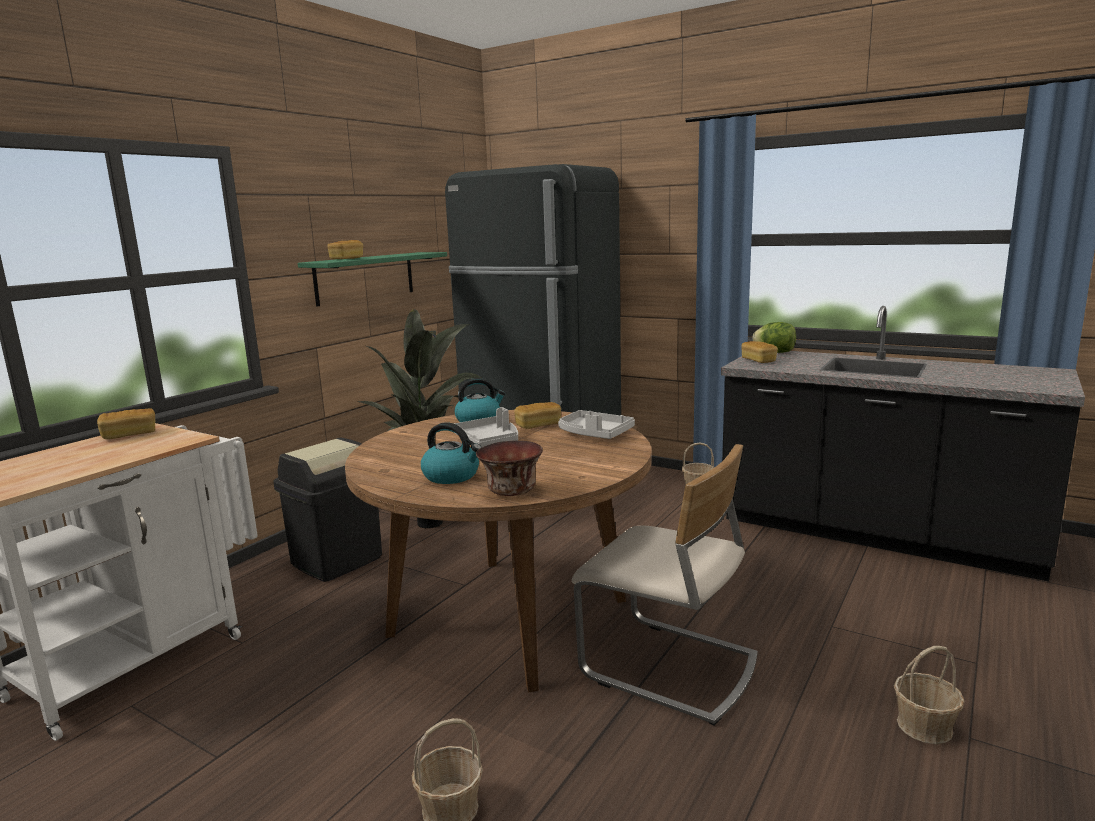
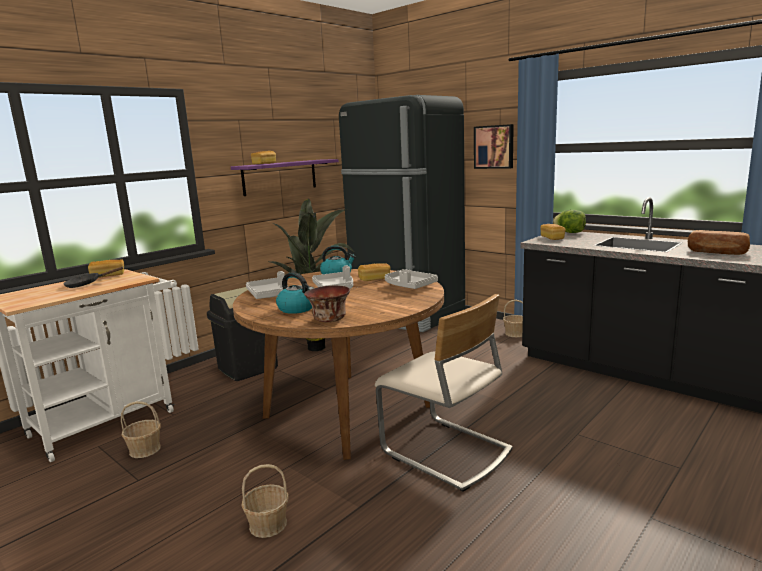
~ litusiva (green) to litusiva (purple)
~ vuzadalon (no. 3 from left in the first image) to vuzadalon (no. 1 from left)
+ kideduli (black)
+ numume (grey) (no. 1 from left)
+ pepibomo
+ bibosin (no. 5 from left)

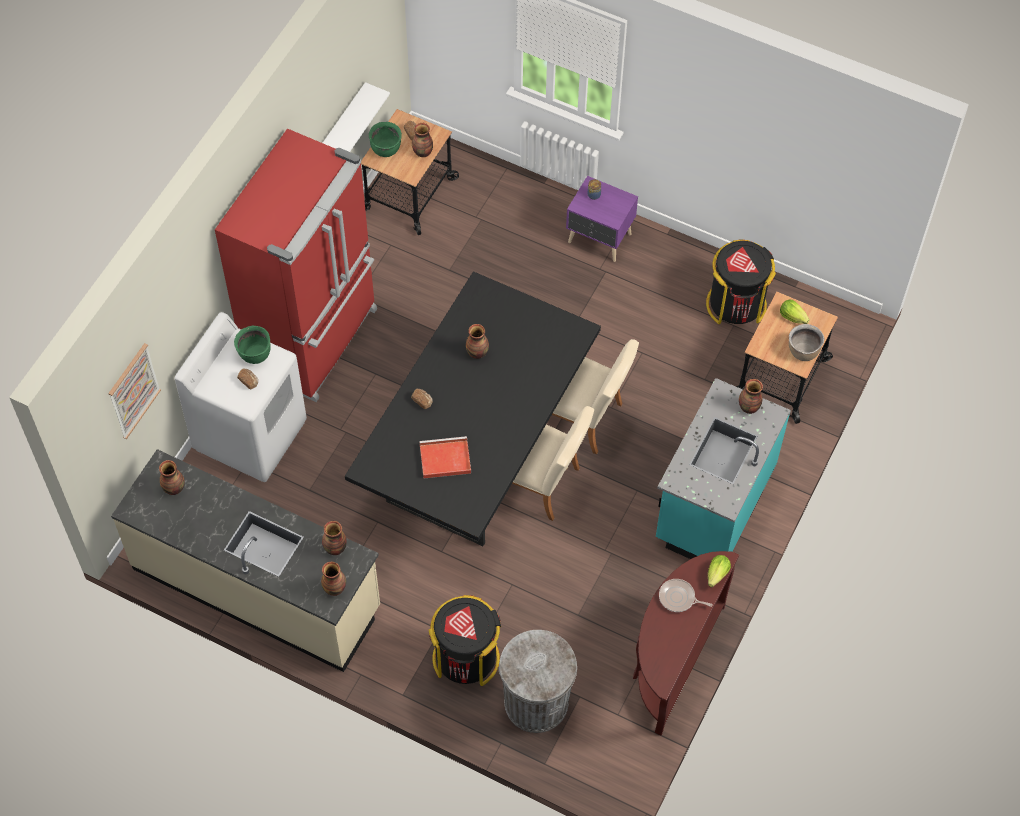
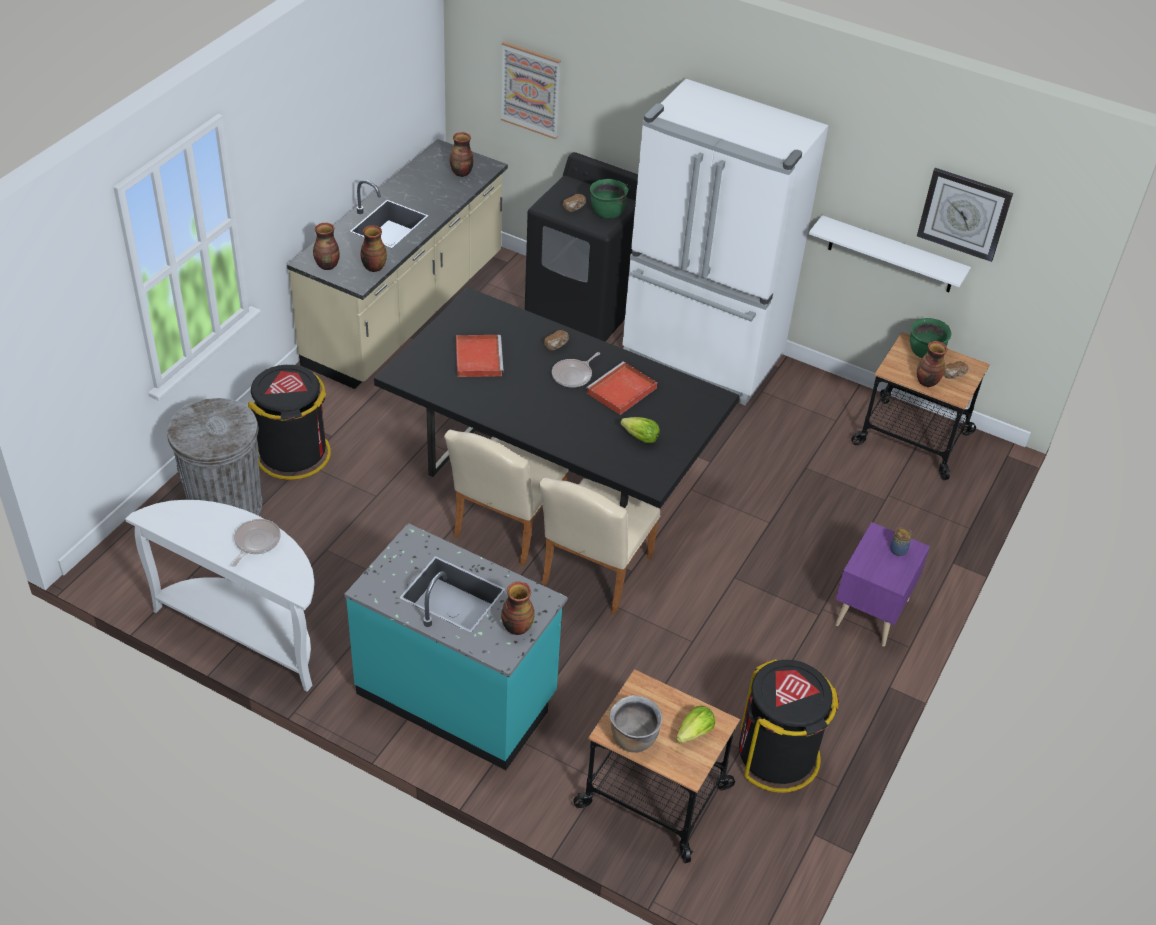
~ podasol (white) to podasol (black)
~ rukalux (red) to rukalux (white)
~ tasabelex (no. 5 from left) to numume (red) (no. 2 from left)
~ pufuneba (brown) to pufuneba (white)
~ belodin (no. 1 from left)
+ kideduli (no. 2 from left)
+ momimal

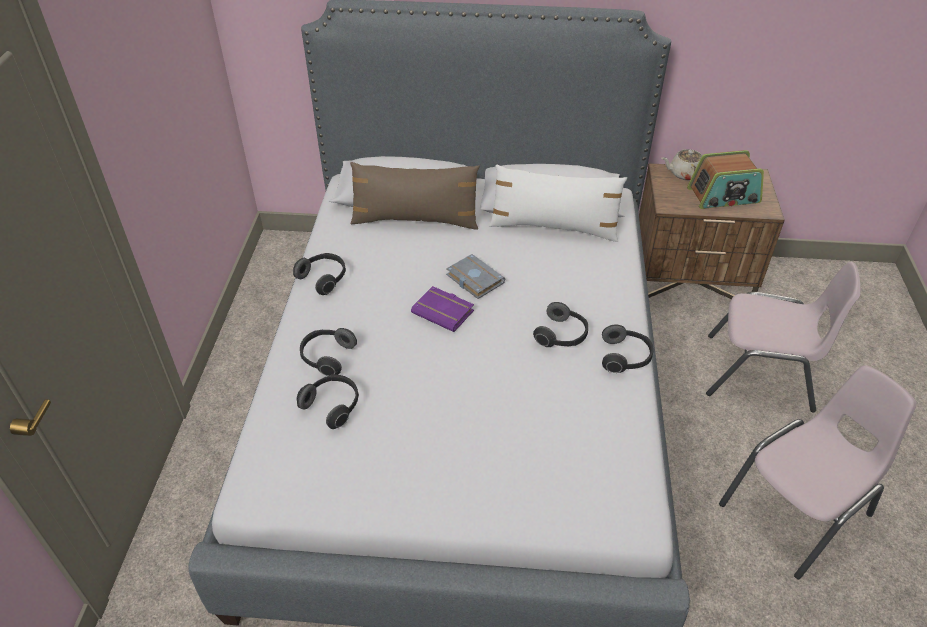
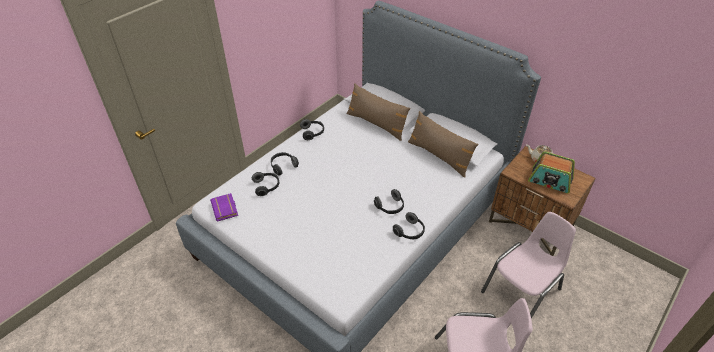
~ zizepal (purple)
- zizepal (grey)
~ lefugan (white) to lefugan (brown) (no. 2 from left)
~ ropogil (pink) (no. 1 from left in the first image) 90 degrees counterclockwise

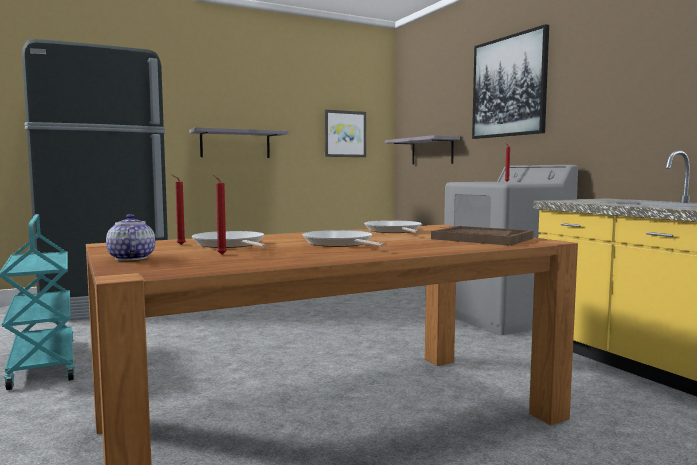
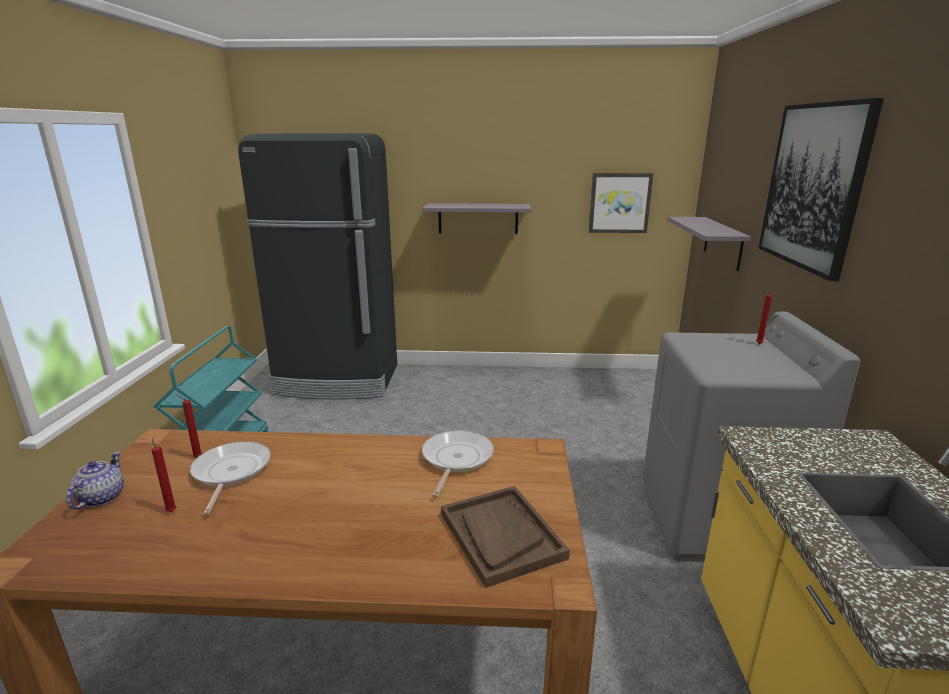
- kideduli (no. 2 from left)

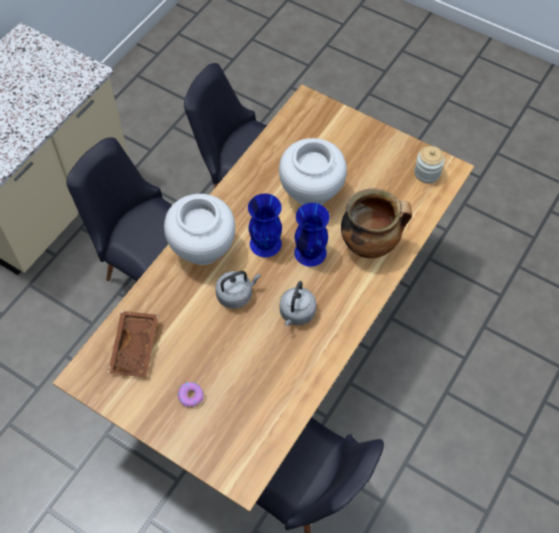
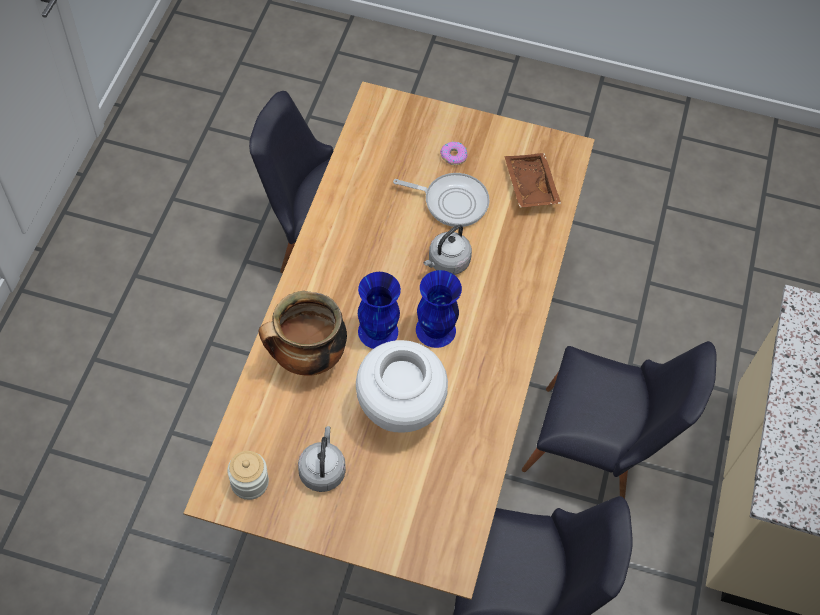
- tasabelex (white) (no. 1 from left)
~ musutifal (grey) (no. 2 from left in the first image) to musutifal (grey) (no. 1 from left)
+ kideduli

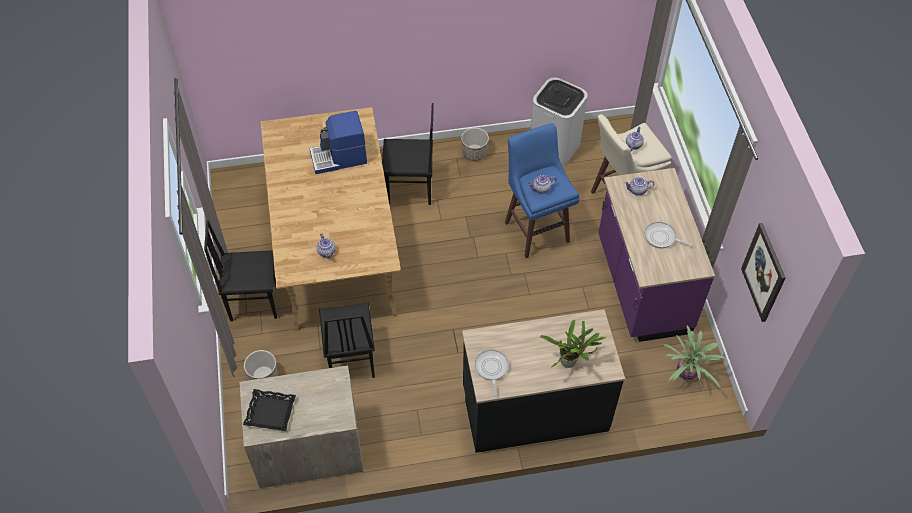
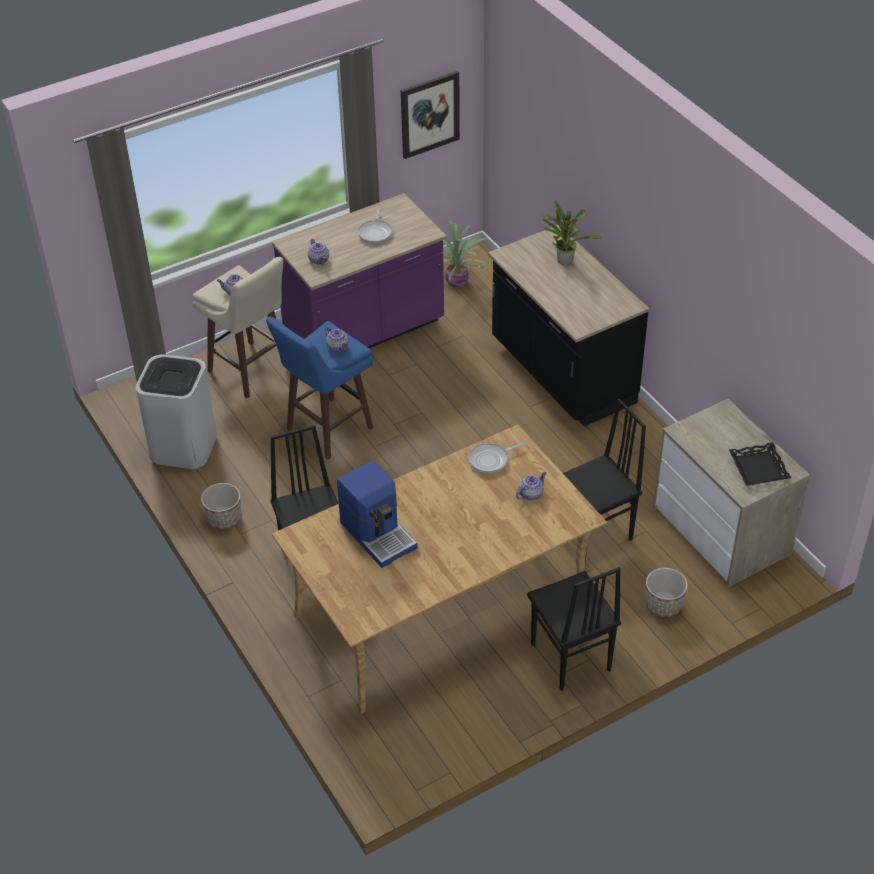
~ kideduli (no. 1 from left in the first image) to kideduli (no. 2 from left)

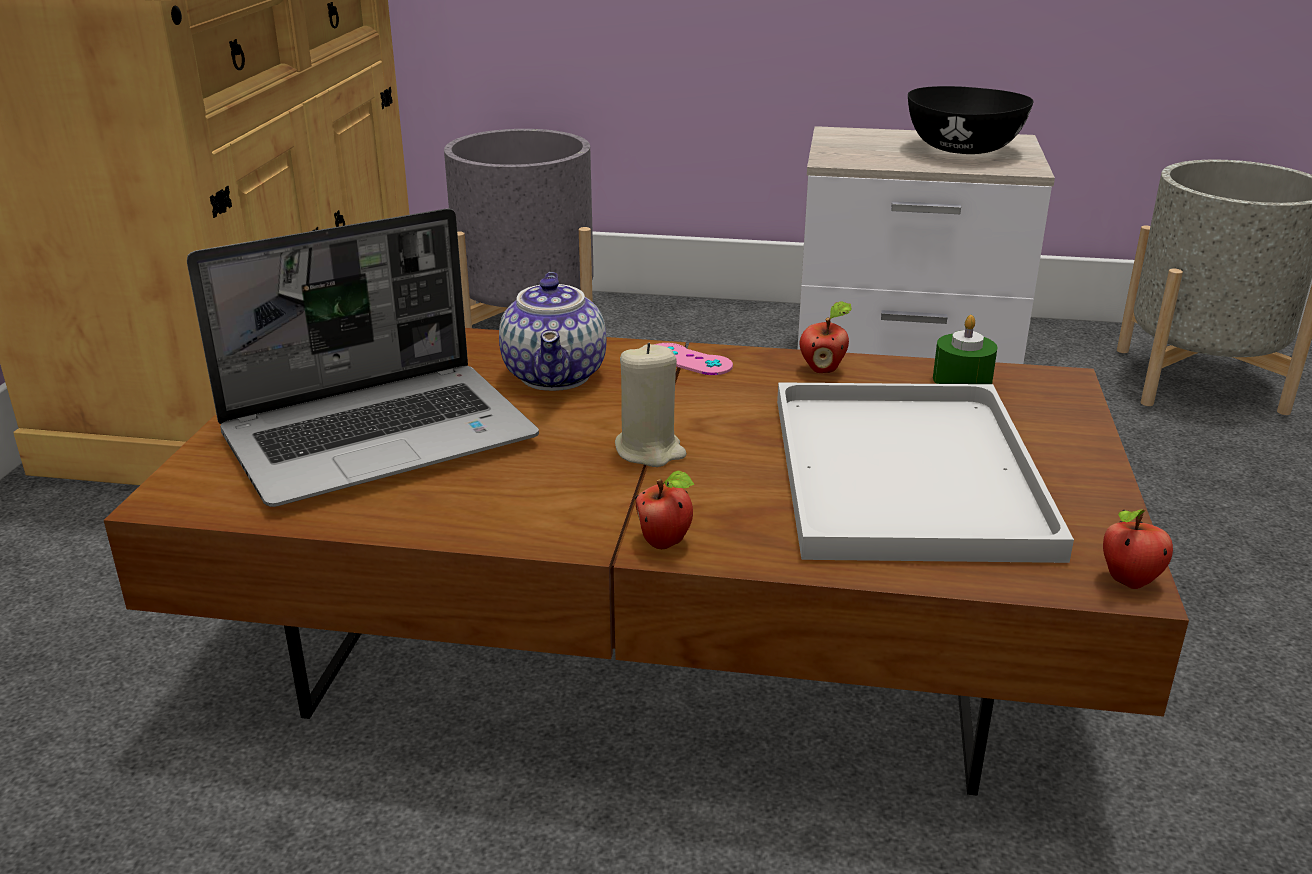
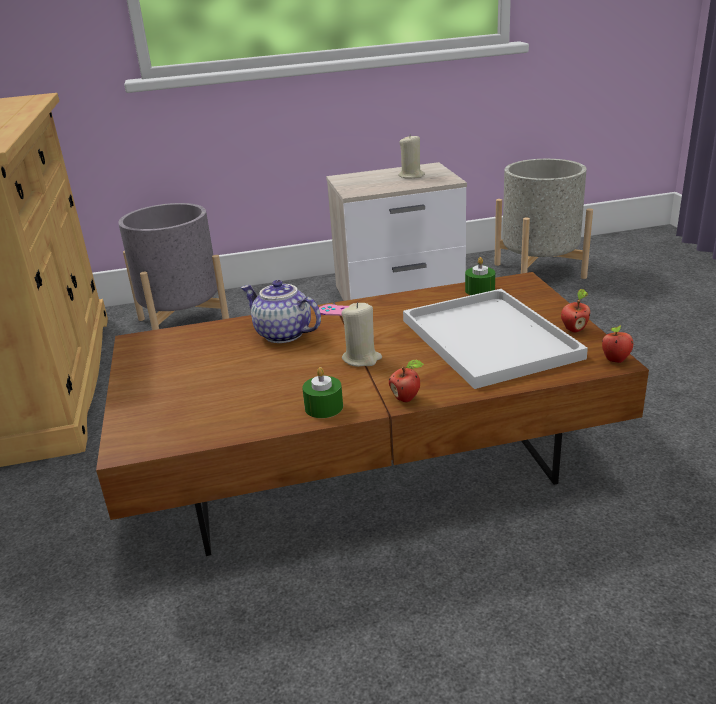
- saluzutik
~ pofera 150 degrees clockwise
~ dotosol (no. 2 from left)
~ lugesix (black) to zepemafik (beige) (no. 2 from left)
+ zepemafik (green) (no. 1 from left)

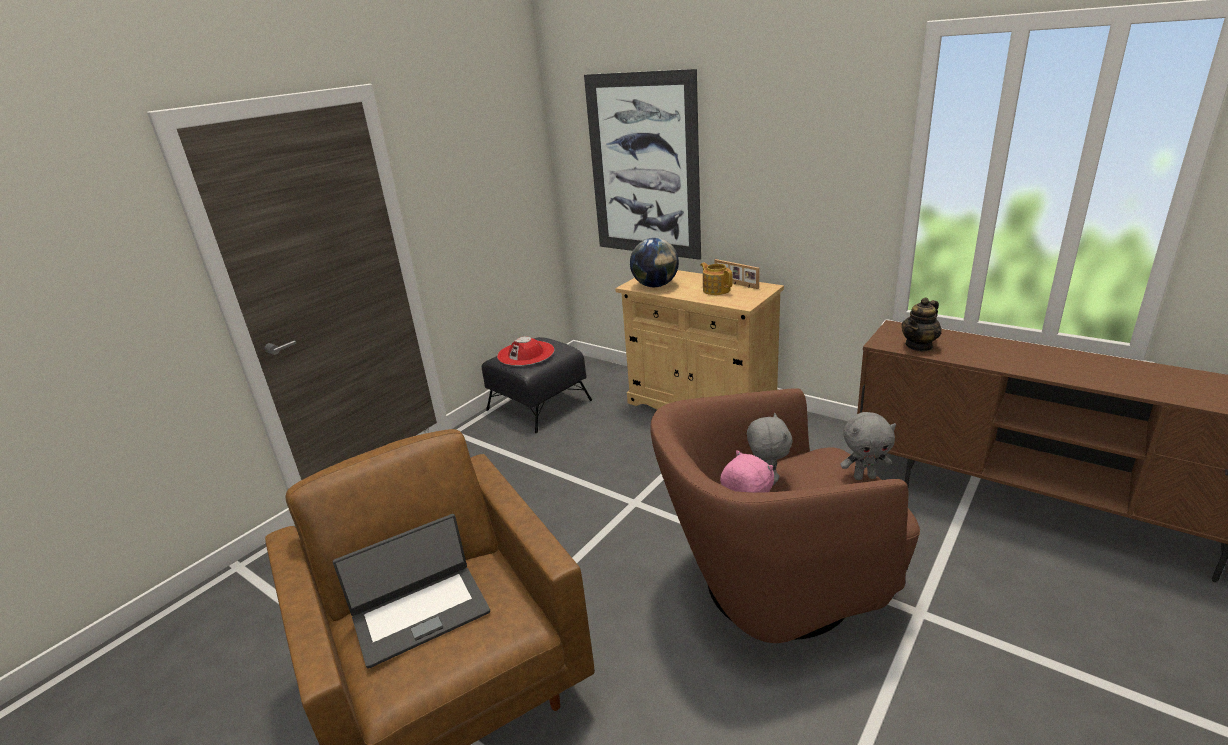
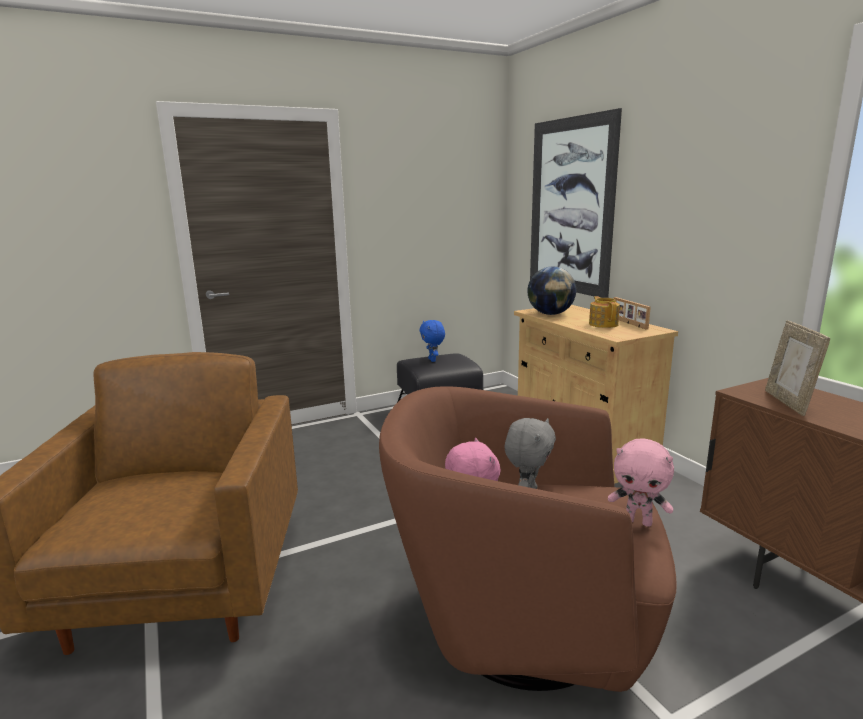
- saluzutik
~ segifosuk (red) to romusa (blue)
~ romusa (grey) (no. 2 from left) to romusa (pink) (no. 2 from left)
~ pofera (no. 2 from left) to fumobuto (no. 2 from left)

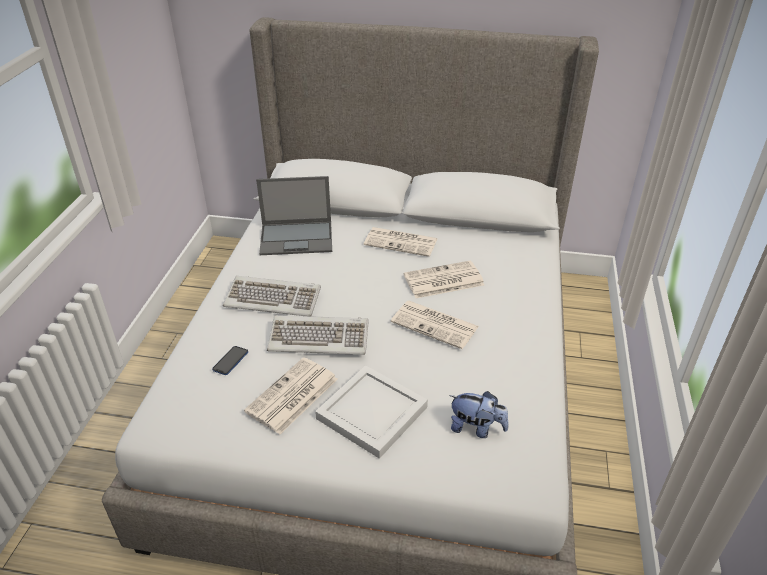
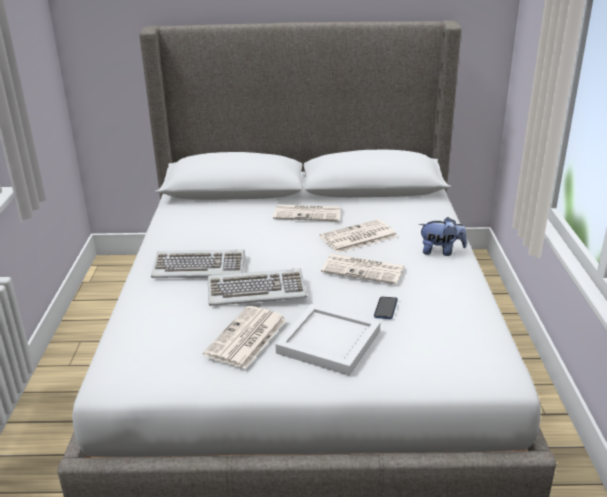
~ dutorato
- saluzutik
~ romusa

